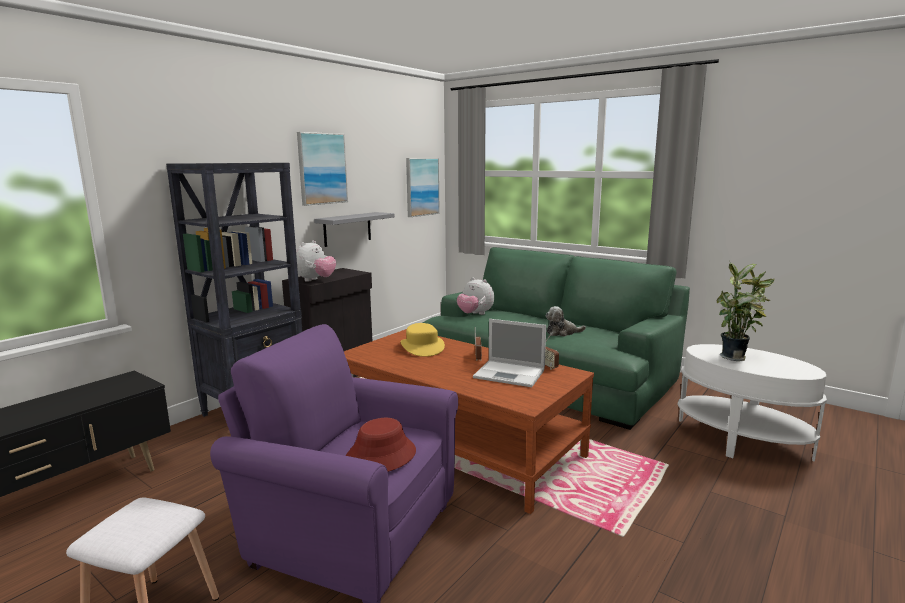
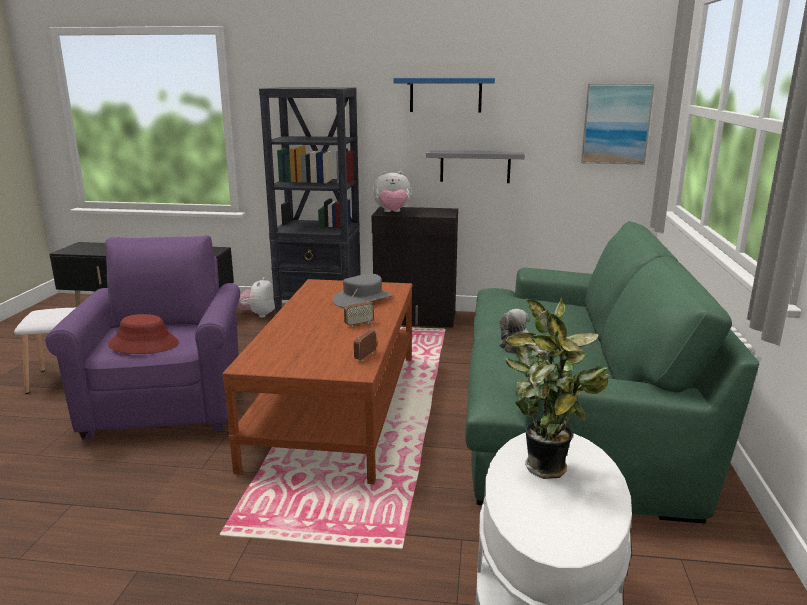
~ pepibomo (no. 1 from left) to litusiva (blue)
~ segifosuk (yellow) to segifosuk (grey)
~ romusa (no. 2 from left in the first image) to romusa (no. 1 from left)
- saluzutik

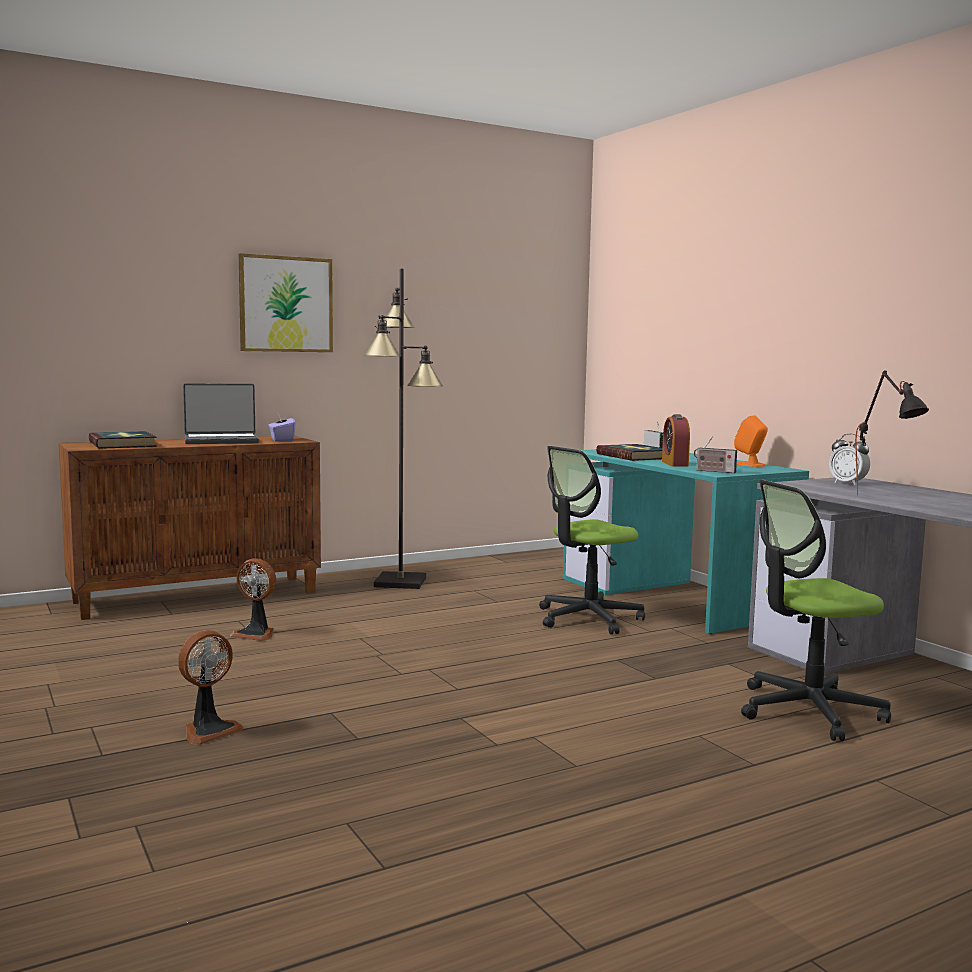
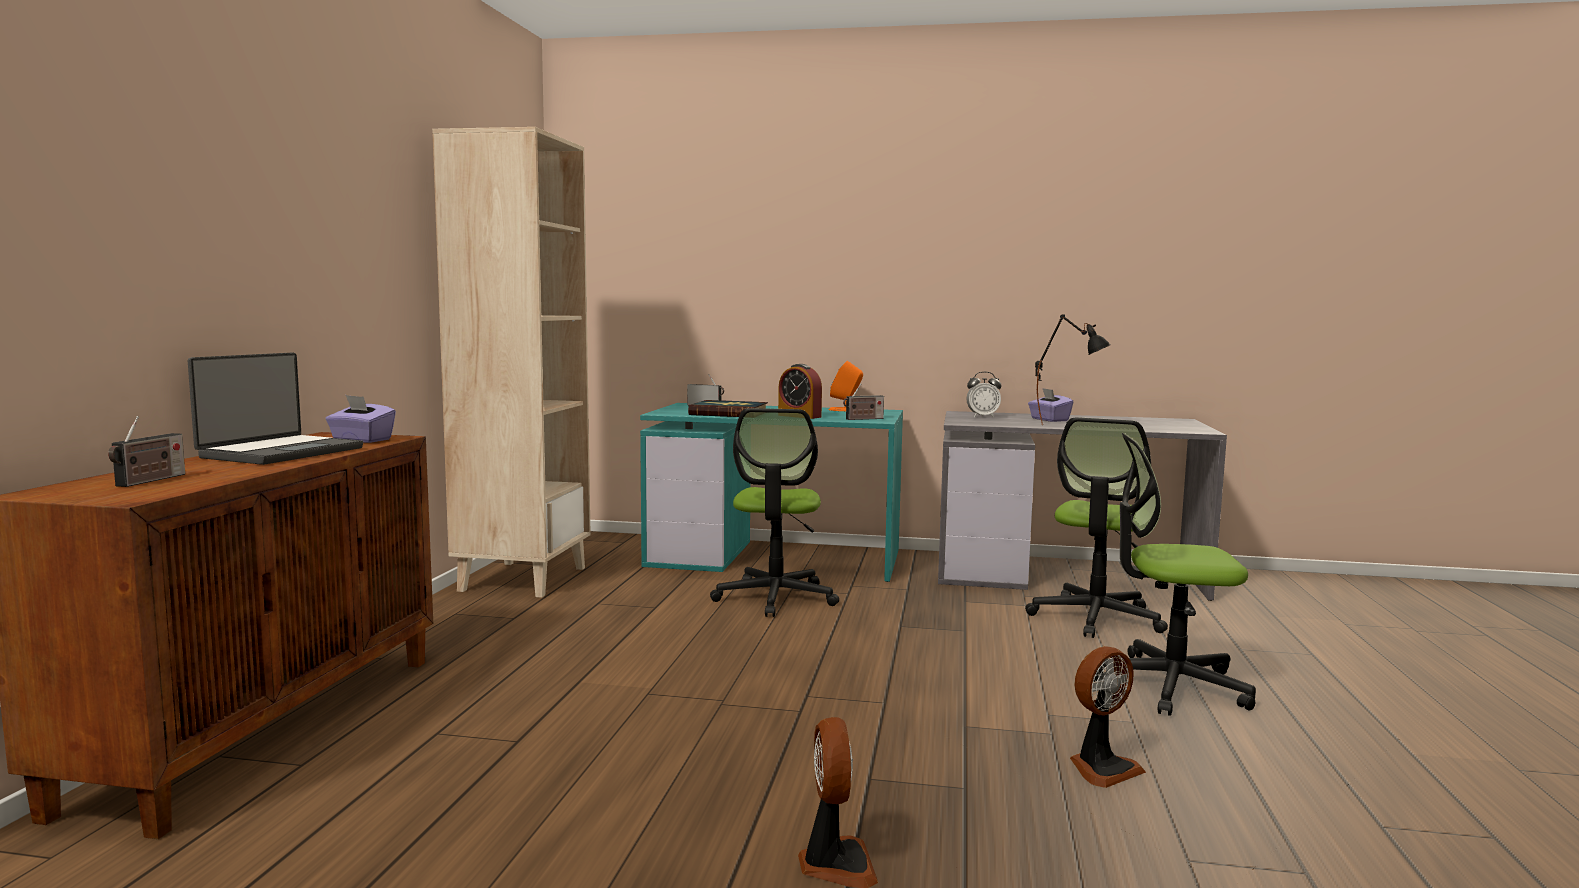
~ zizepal (no. 1 from left) to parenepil (no. 1 from left)
~ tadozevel (no. 2 from left)
- pepibomo
- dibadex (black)
+ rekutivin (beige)
+ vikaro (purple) (no. 2 from left)
+ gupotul (no. 3 from left)

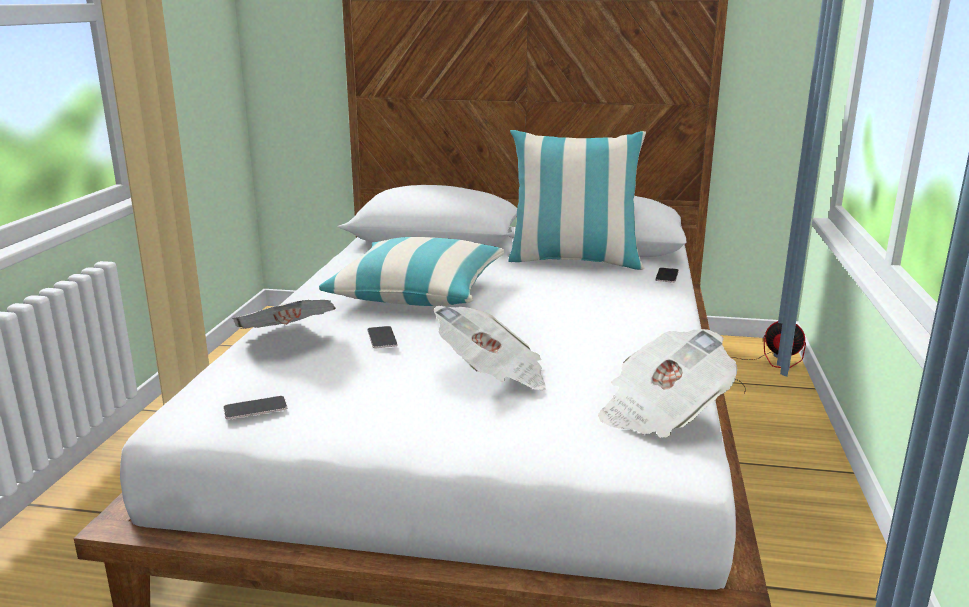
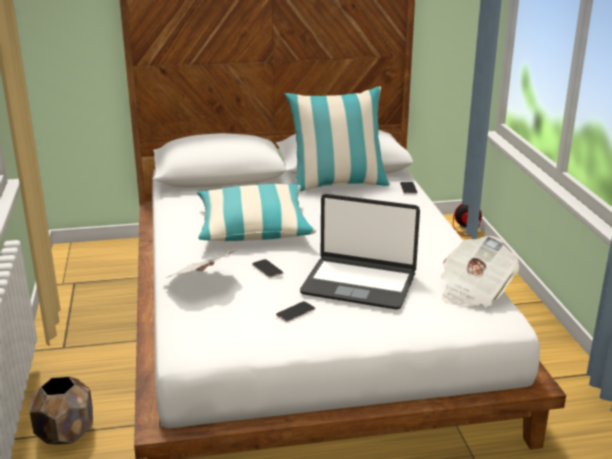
~ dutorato (no. 1 from left in the first image) to dutorato (no. 2 from left)
~ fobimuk (no. 2 from left) to saluzutik
+ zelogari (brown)

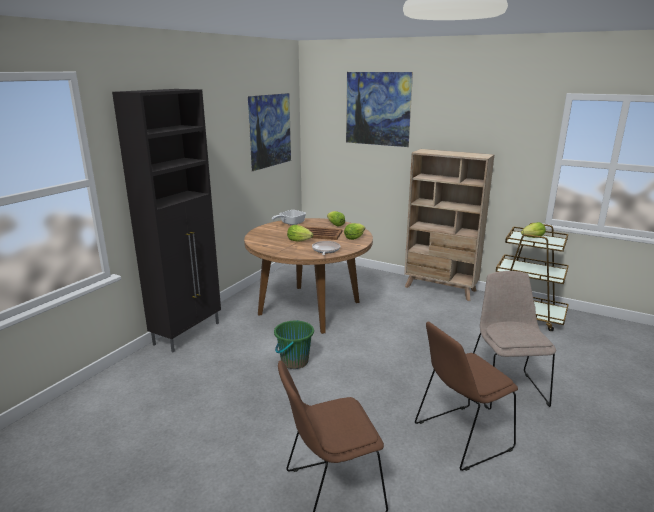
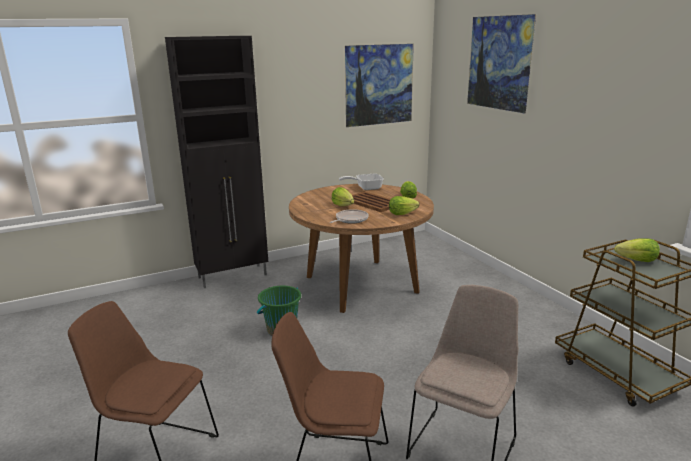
- rekutivin (beige)

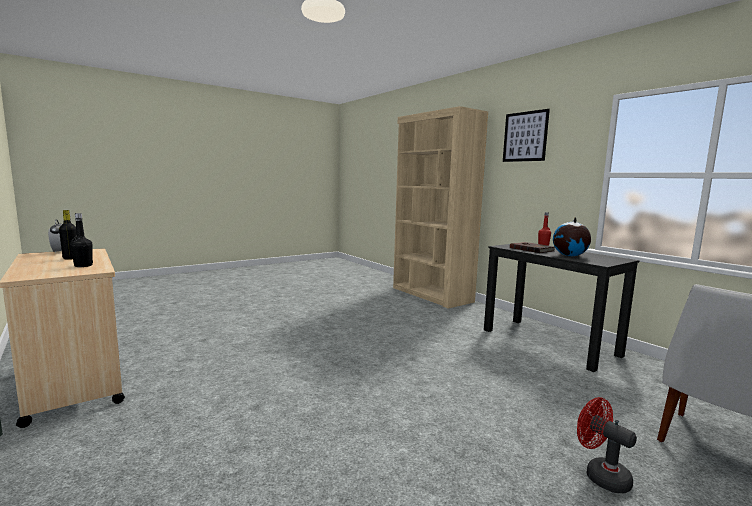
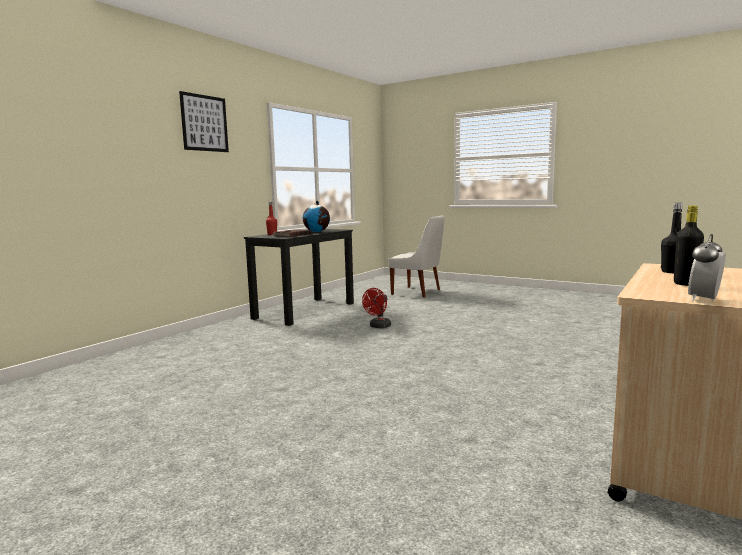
- rekutivin (beige)
~ tadozevel (red)

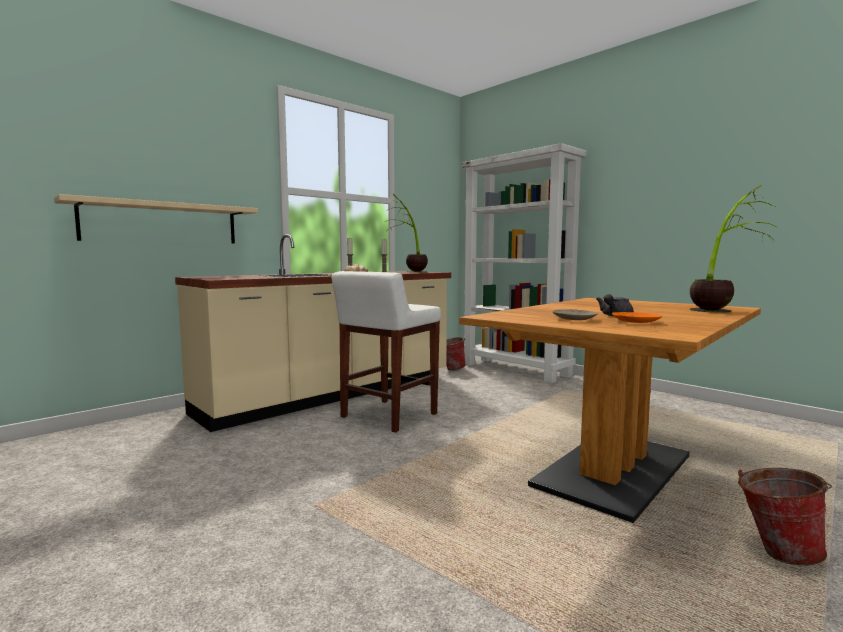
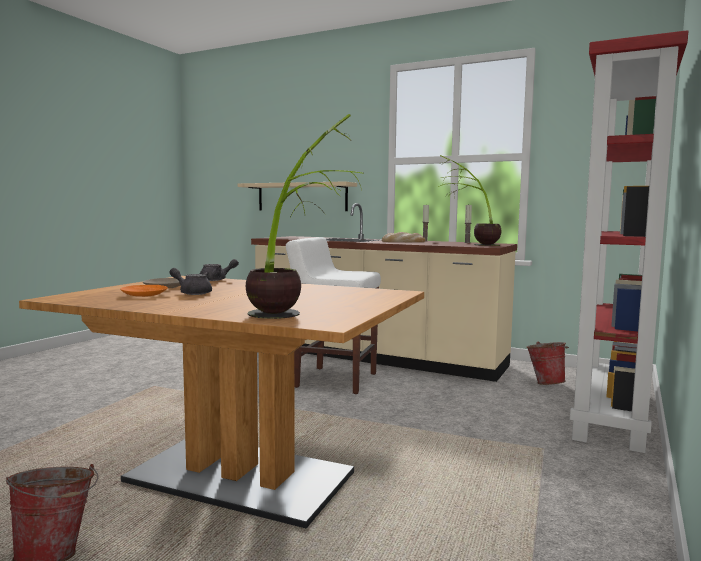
~ rekutivin (white) to rekutivin (red)
+ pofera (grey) (no. 2 from left)

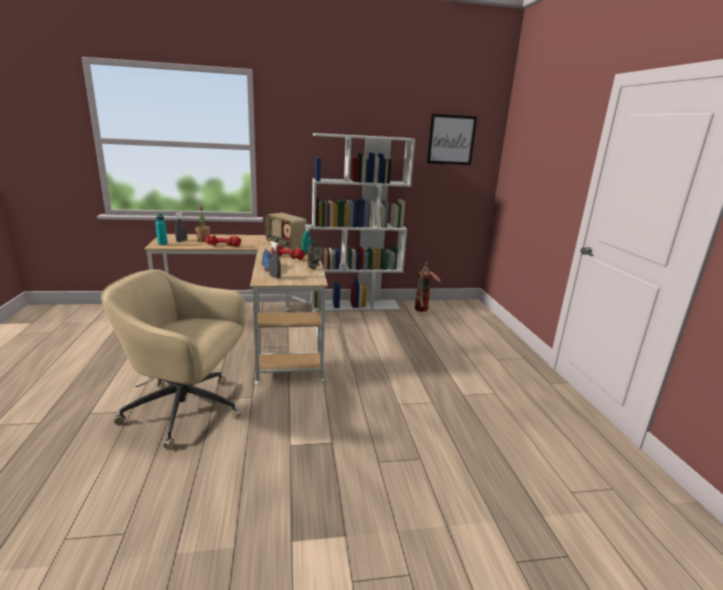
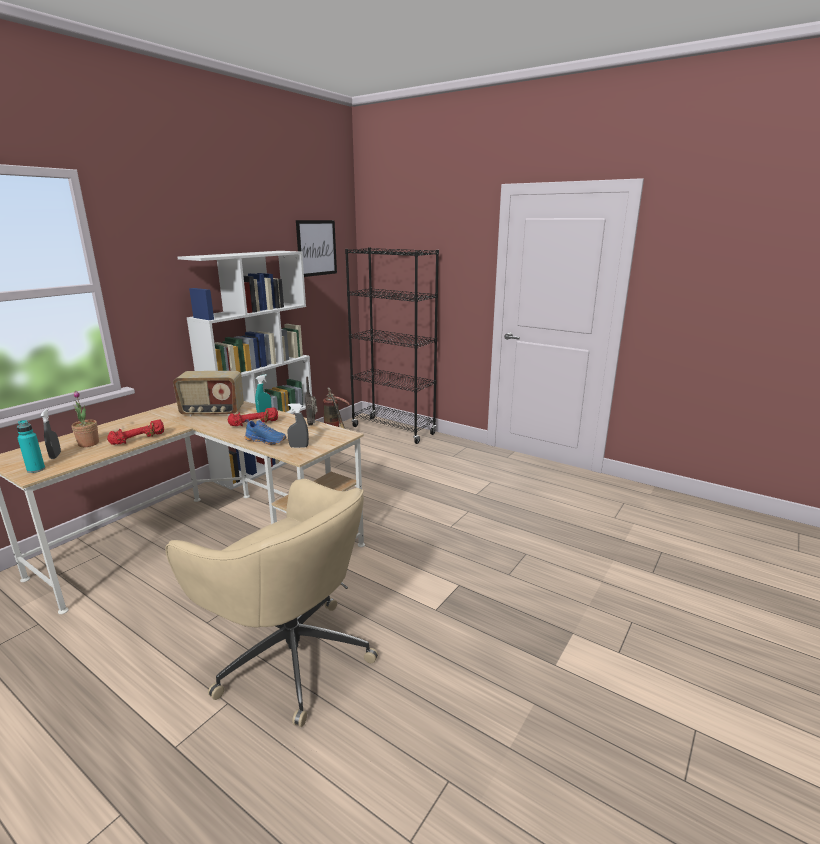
~ gupotul (beige) 105 degrees counterclockwise
+ rekutivin (black)

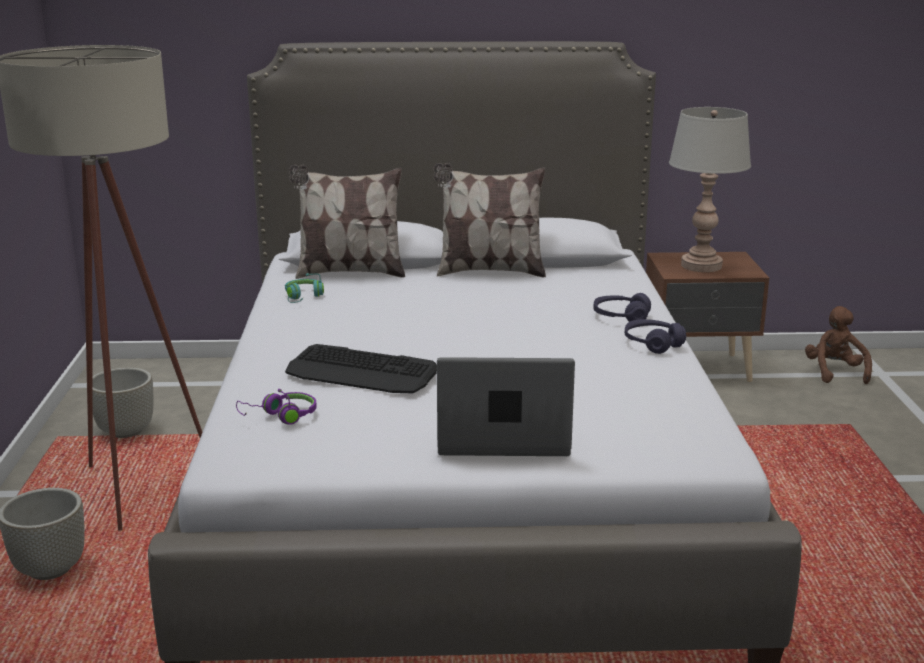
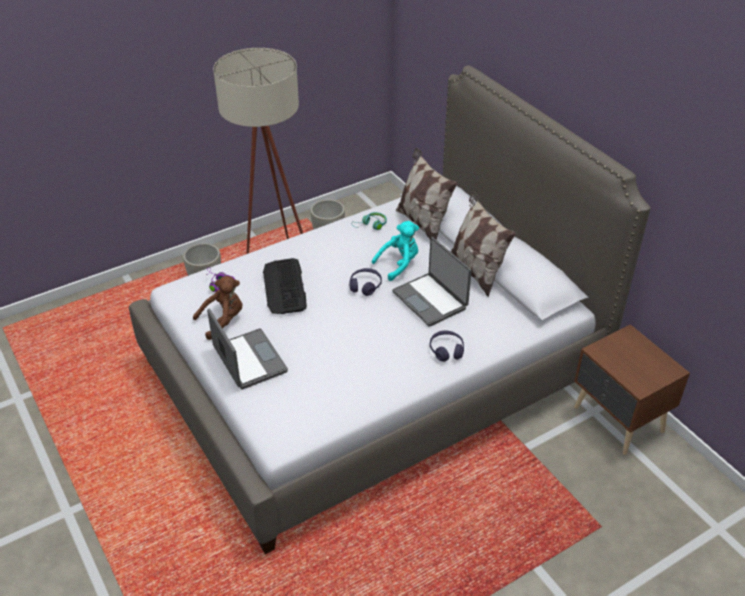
~ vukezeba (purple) (no. 3 from left in the first image) to vukezeba (purple) (no. 2 from left)
- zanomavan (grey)
~ romusa (brown)
+ romusa (turquoise)
+ saluzutik (no. 2 from left)

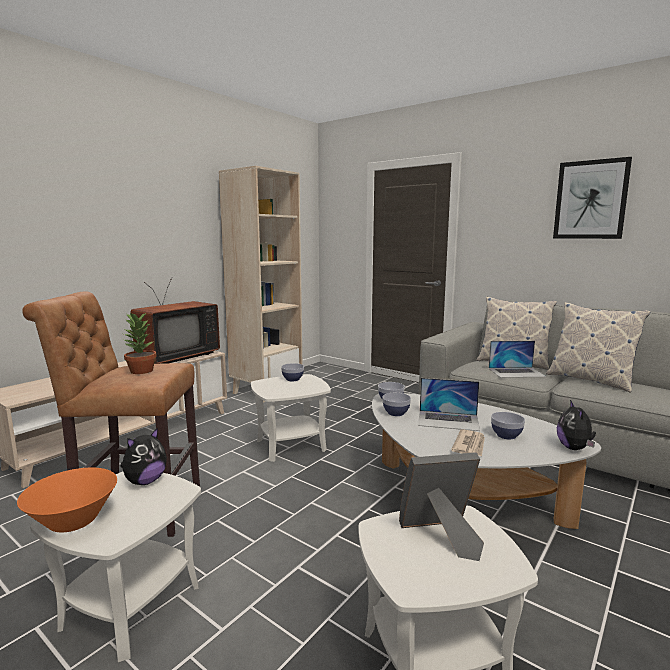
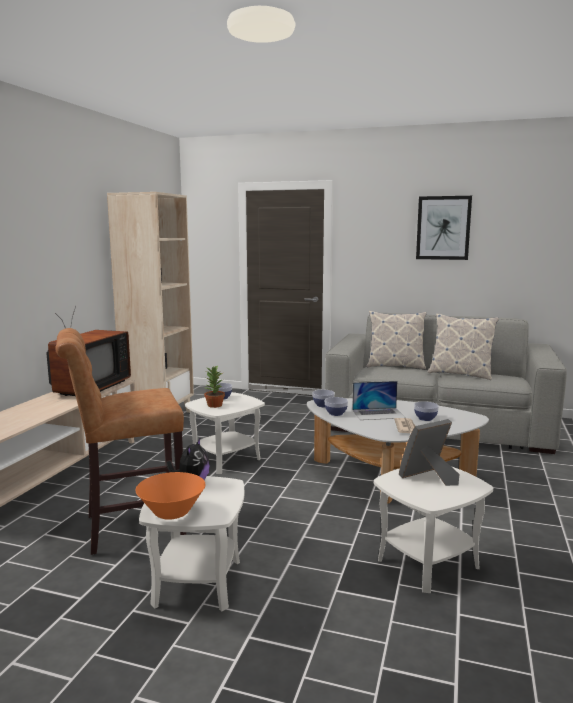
~ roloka
- saluzutik (no. 2 from left)
- romusa (no. 2 from left)

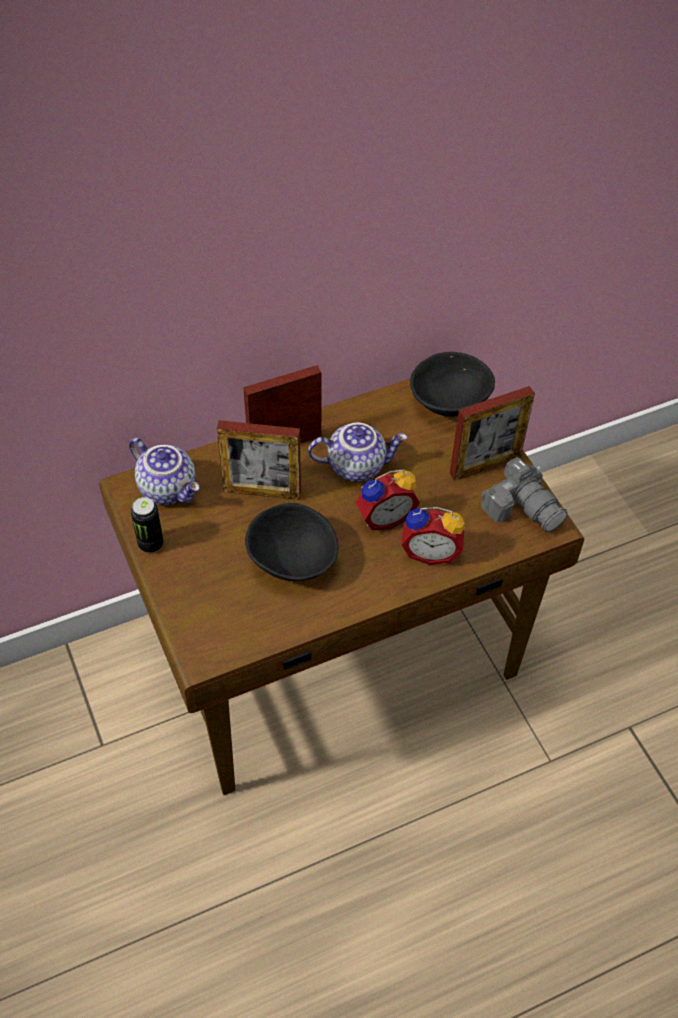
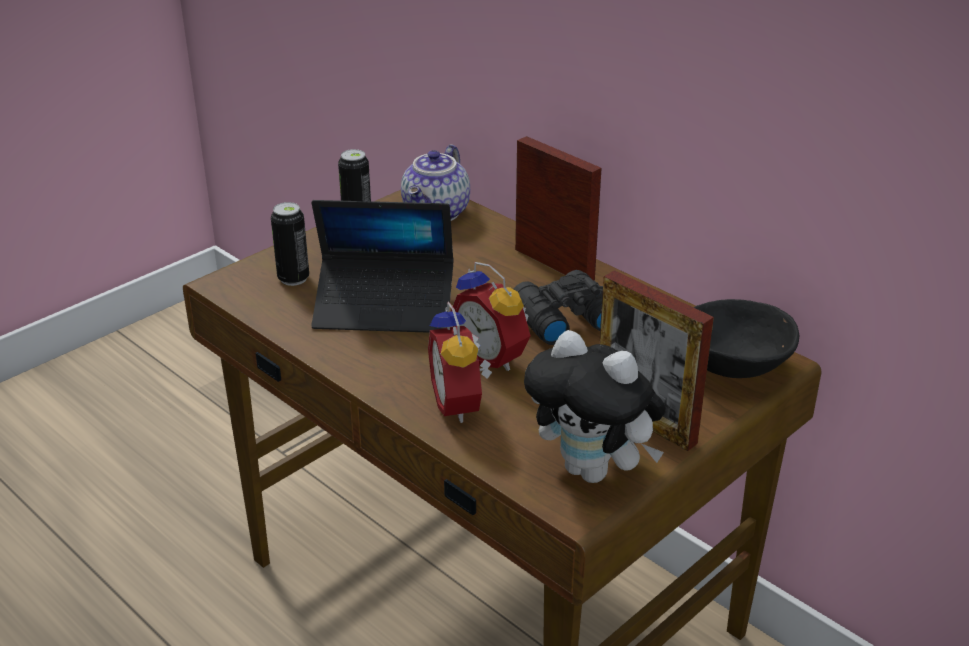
- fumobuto (no. 1 from left)
~ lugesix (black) (no. 1 from left) to saluzutik
~ pofera (no. 2 from left) to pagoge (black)
~ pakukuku to romusa
+ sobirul (no. 1 from left)

